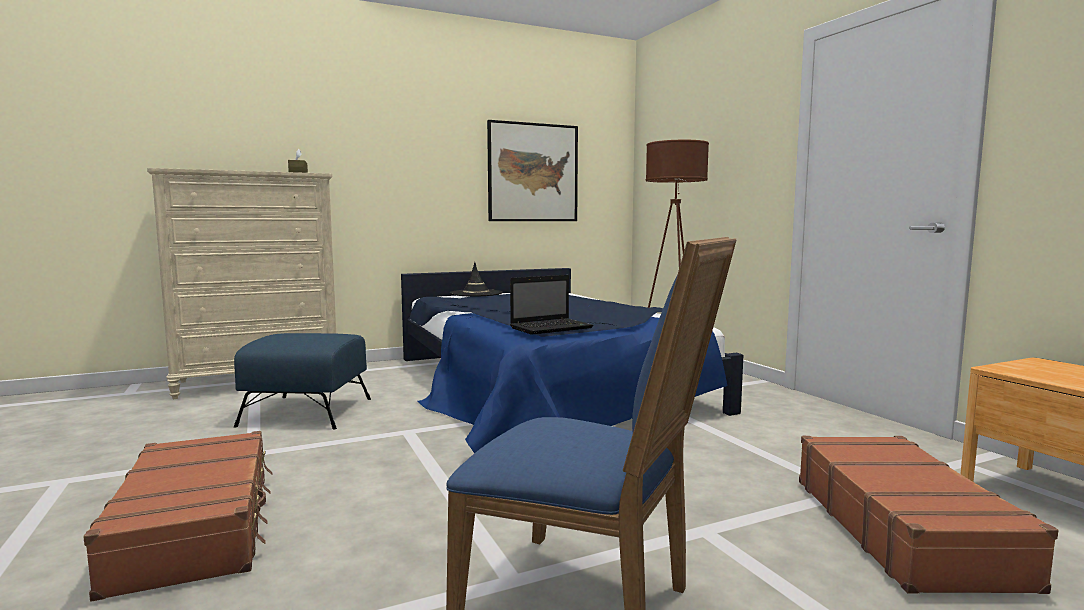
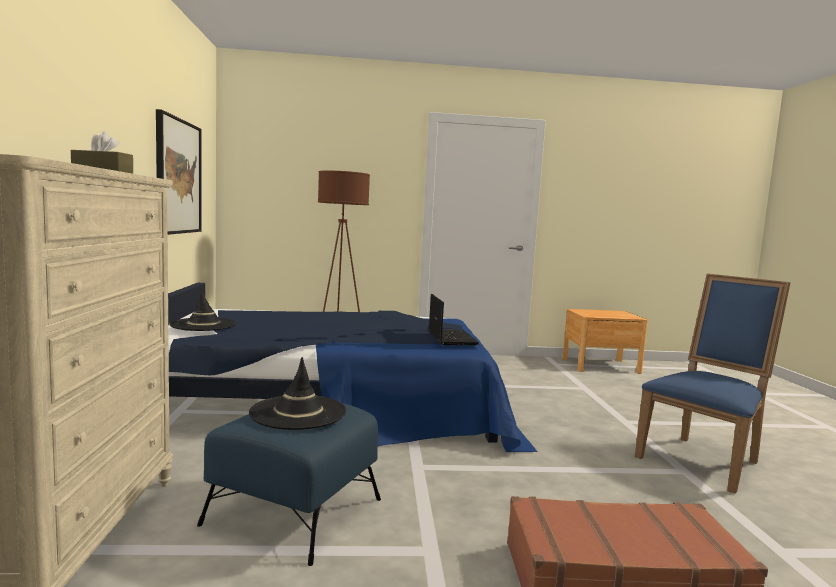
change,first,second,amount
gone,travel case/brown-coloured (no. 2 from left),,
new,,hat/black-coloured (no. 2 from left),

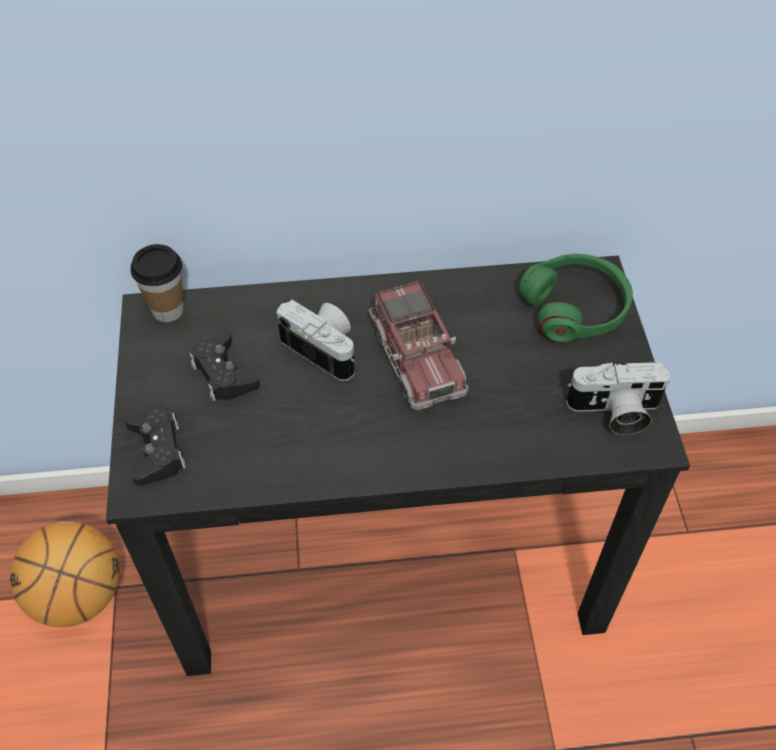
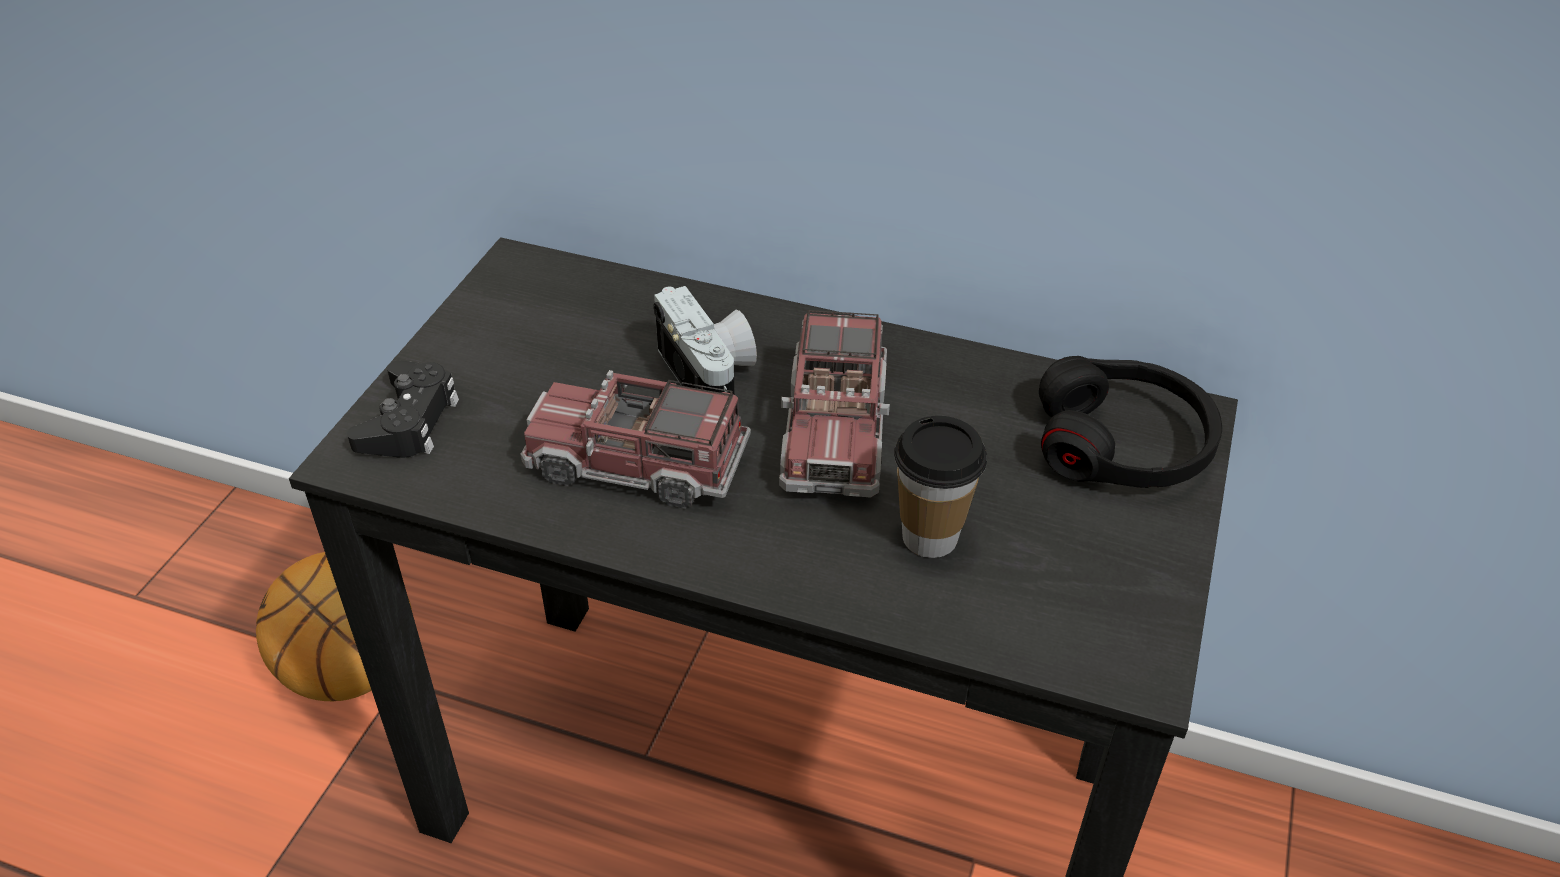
change,first,second,amount
gone,joypad/black-coloured (no. 2 from left),,
gone,still camera (no. 2 from left),,
new,,model truck (no. 1 from left),
shifted,small cup,,
repainted,headphones/green,headphones/black-coloured,

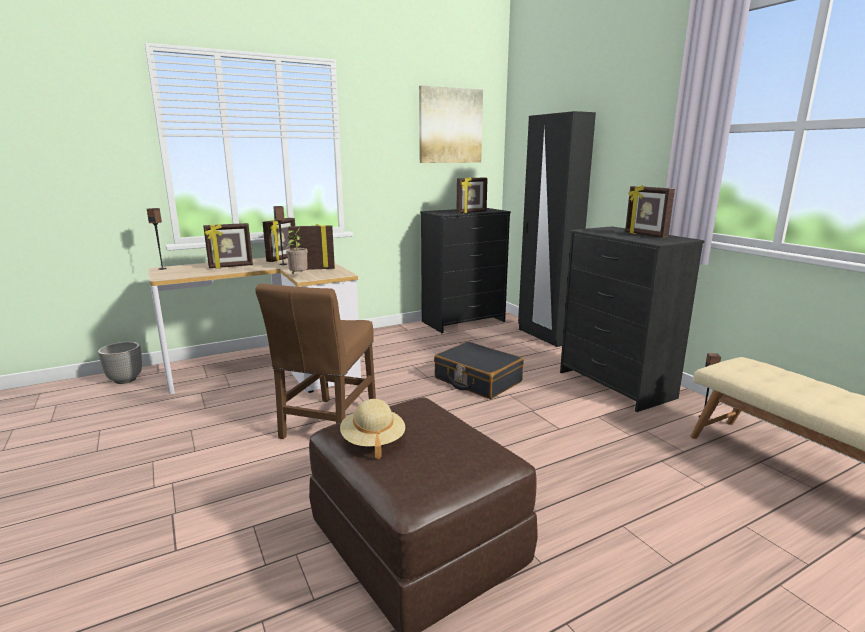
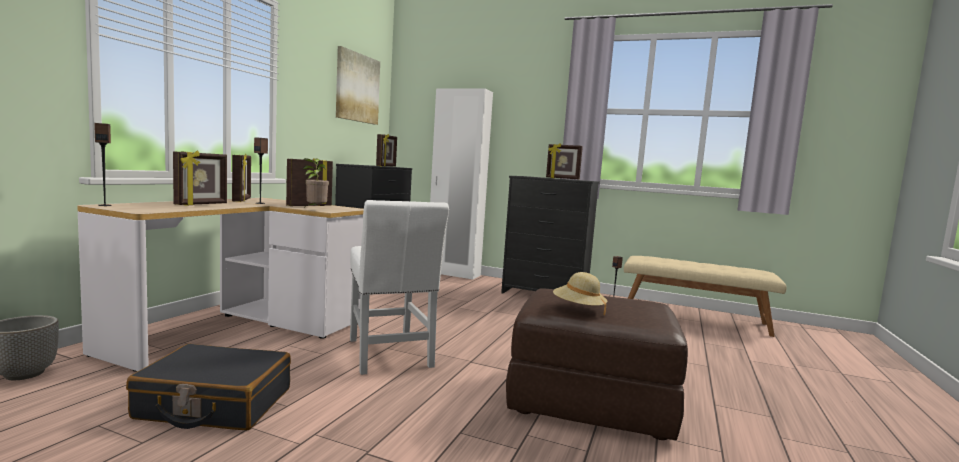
change,first,second,amount
shifted,travel case/black-coloured,,
repainted,upright chair/brown-coloured,upright chair/white-coloured,
repainted,wardrobe/black-coloured,wardrobe/white-coloured,

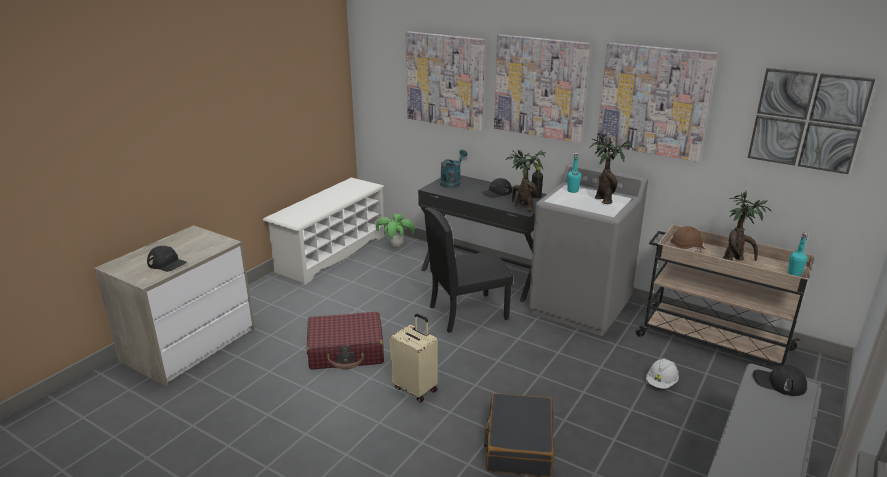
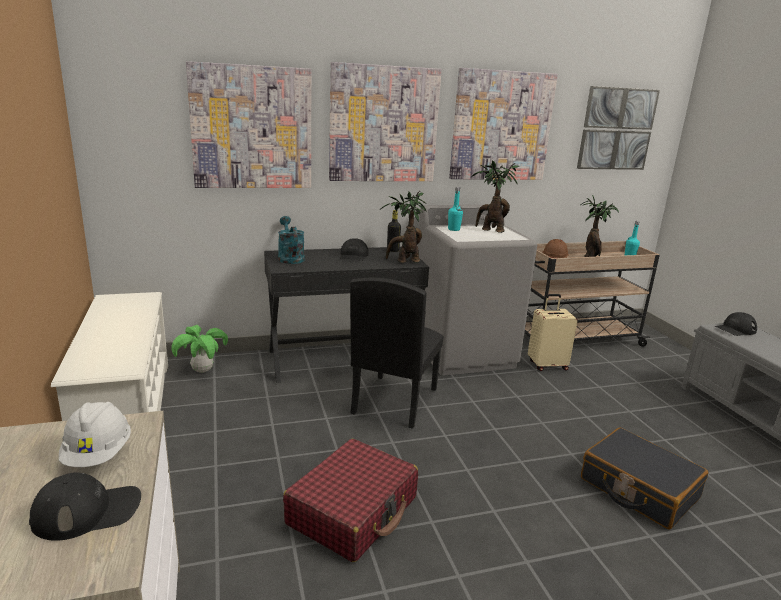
change,first,second,amount
shifted,travel case/beige-coloured,,
shifted,work helmet/white-coloured,,

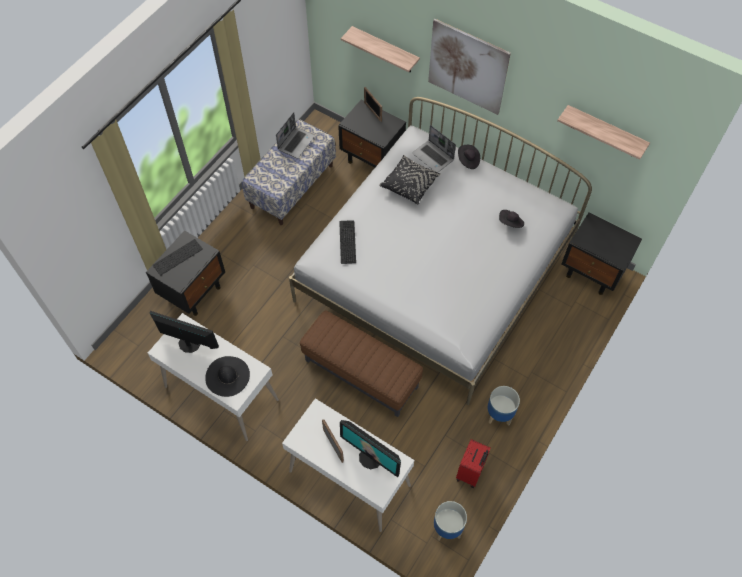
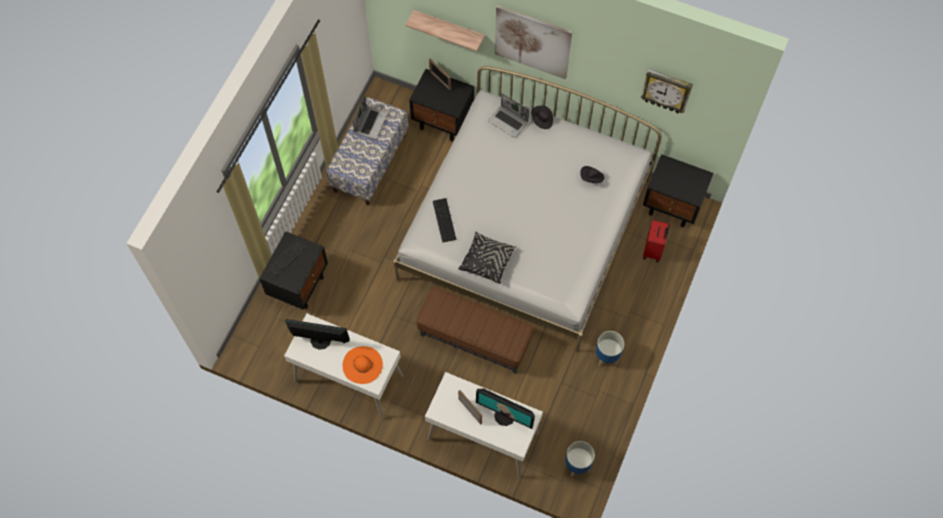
change,first,second,amount
shifted,pillow/black-coloured,,
shifted,travel case/reddish,,
swapped,wall shelf (no. 2 from left),clock on the wall,
repainted,hat/black-coloured (no. 1 from left),hat/orange-coloured,

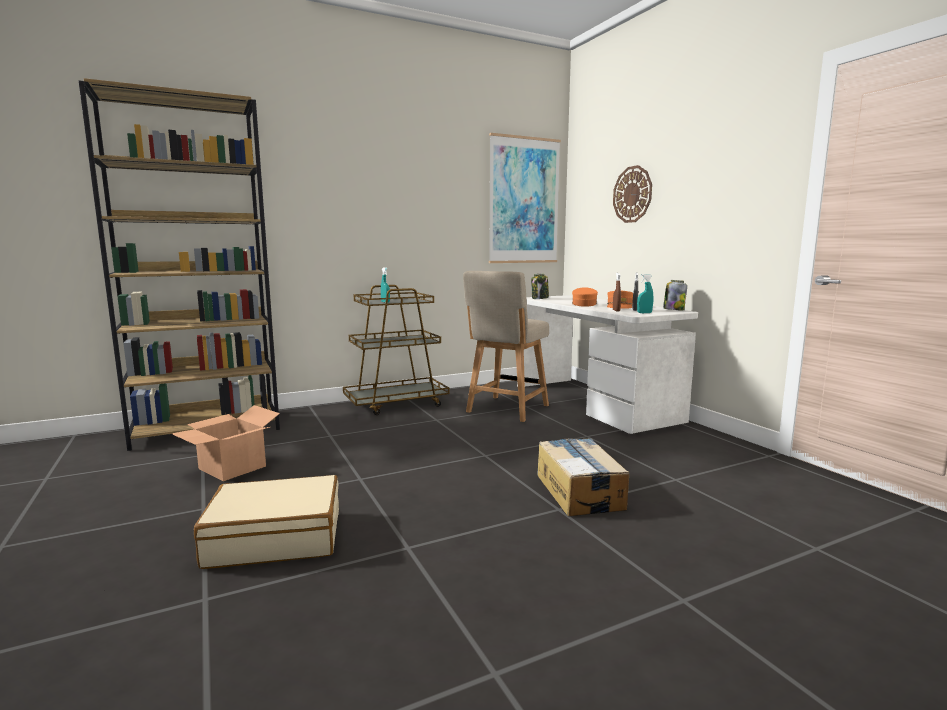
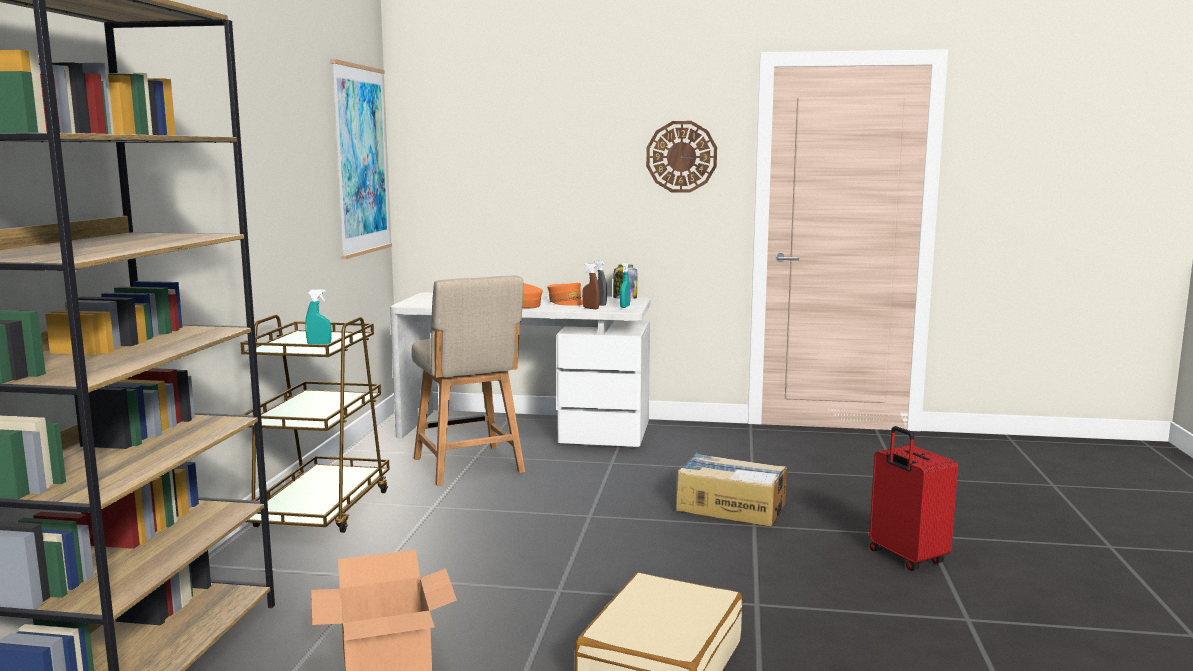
change,first,second,amount
gone,jar (no. 1 from left),,
new,,travel case/reddish,
shifted,clock on the wall,,

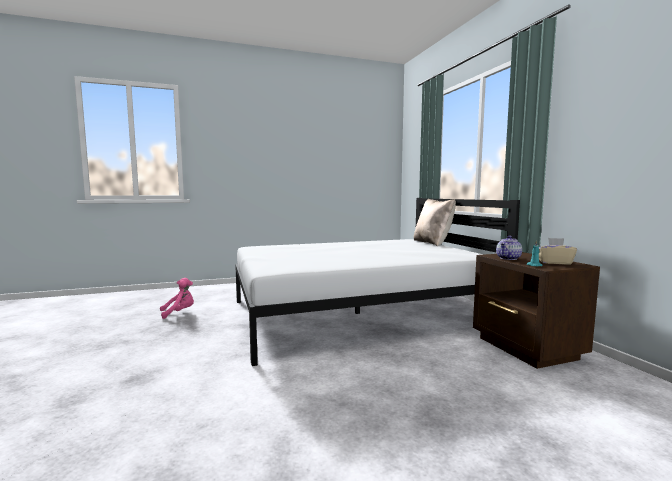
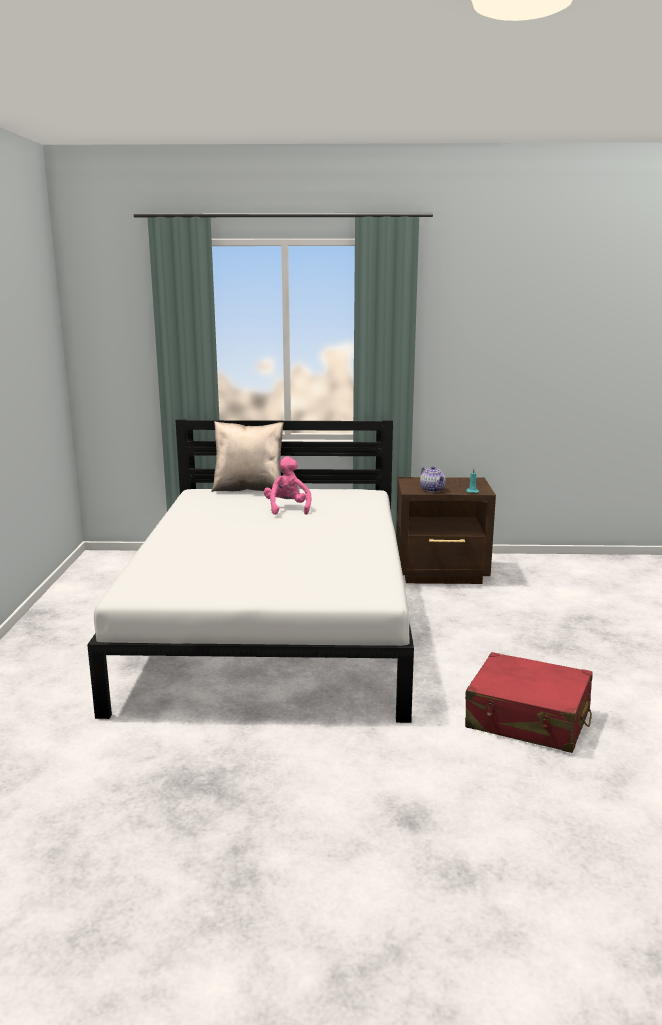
change,first,second,amount
gone,tissue box/beige-coloured,,
new,,travel case/reddish,
shifted,plush toy/pinkish,,

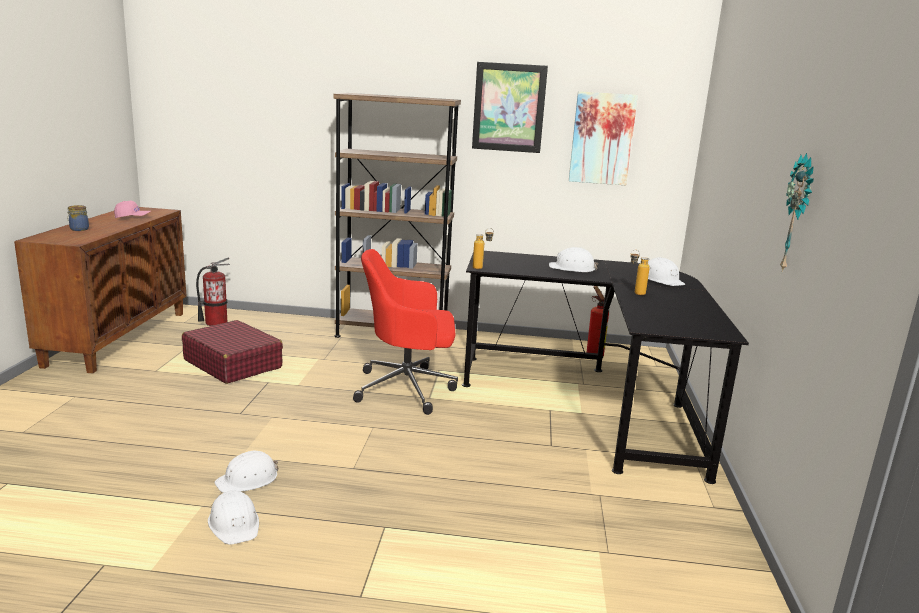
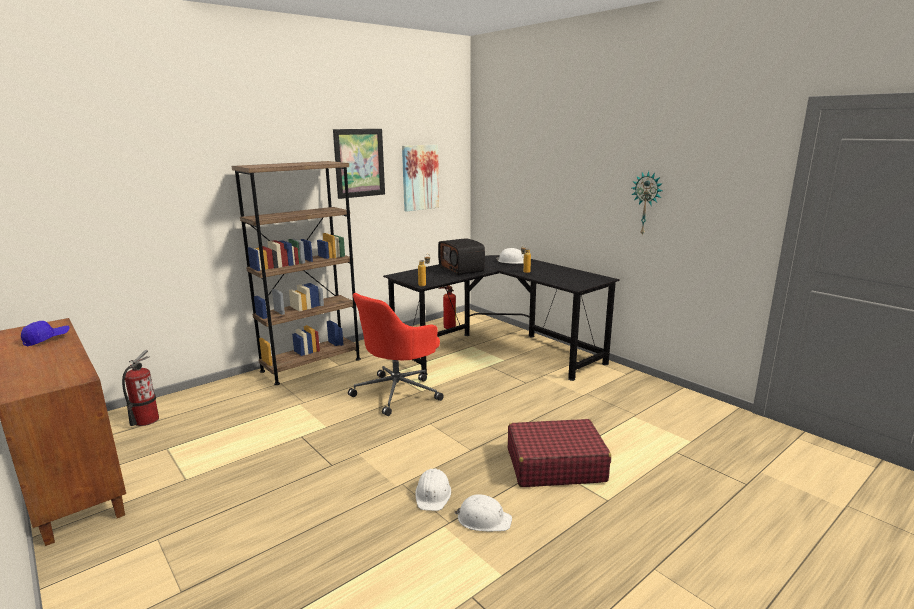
change,first,second,amount
gone,jar,,
shifted,travel case/reddish,,
swapped,work helmet/white-coloured (no. 3 from left),radio set,
repainted,peaked cap/pinkish,peaked cap/blue-coloured,

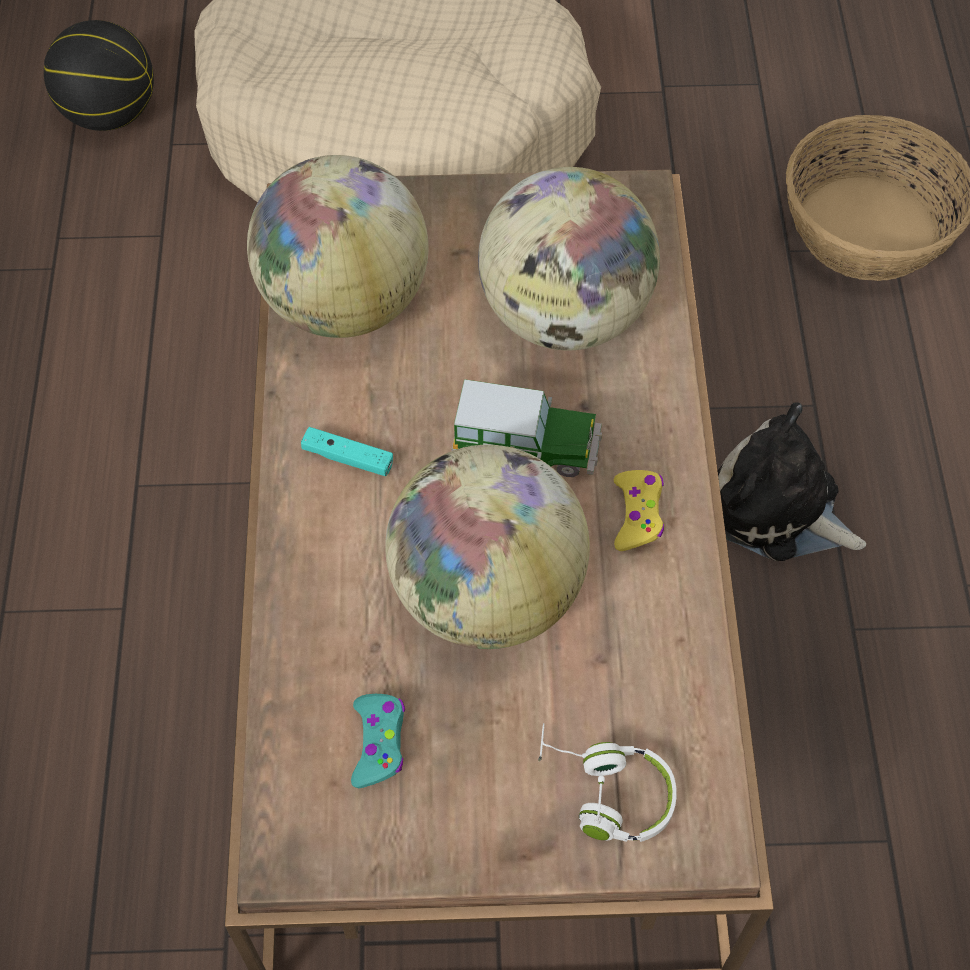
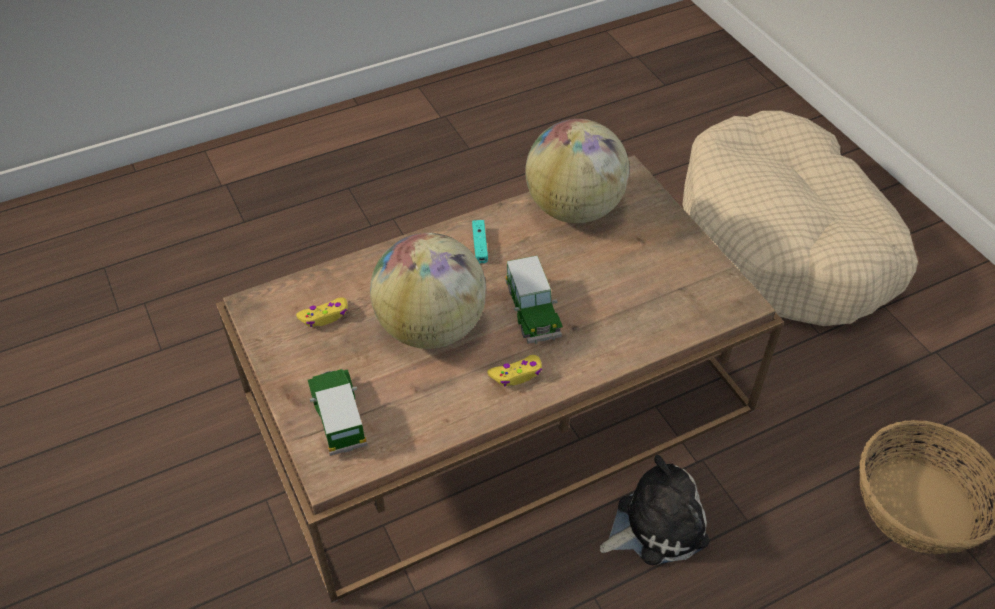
change,first,second,amount
gone,basketball ball,,
gone,world globe (no. 3 from left),,
swapped,headphones/white-coloured,model car (no. 1 from left),
repainted,joypad/turquoise-coloured (no. 2 from left),joypad/yellowish (no. 1 from left),
rotated,plush toy,,60 degrees clockwise

